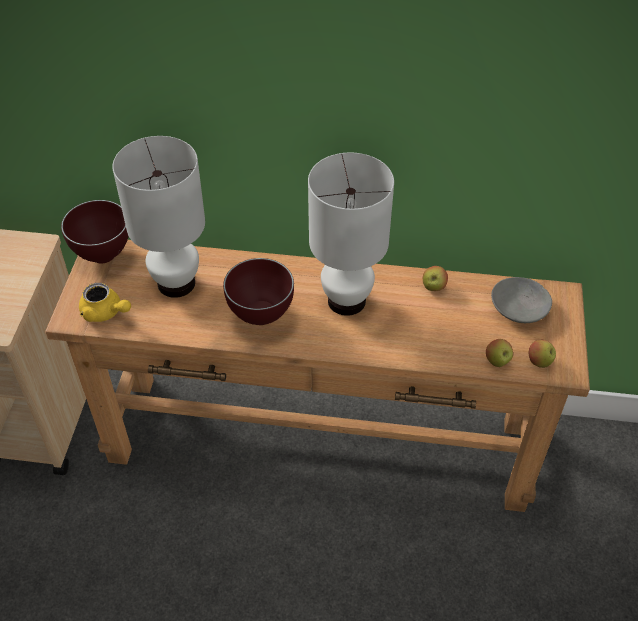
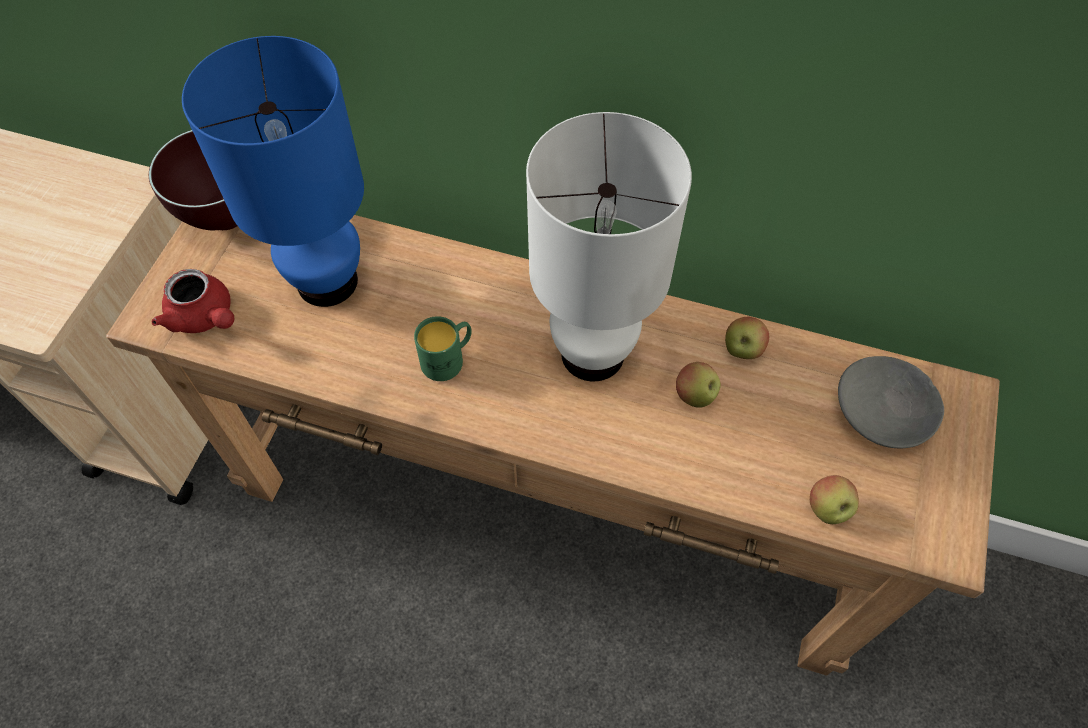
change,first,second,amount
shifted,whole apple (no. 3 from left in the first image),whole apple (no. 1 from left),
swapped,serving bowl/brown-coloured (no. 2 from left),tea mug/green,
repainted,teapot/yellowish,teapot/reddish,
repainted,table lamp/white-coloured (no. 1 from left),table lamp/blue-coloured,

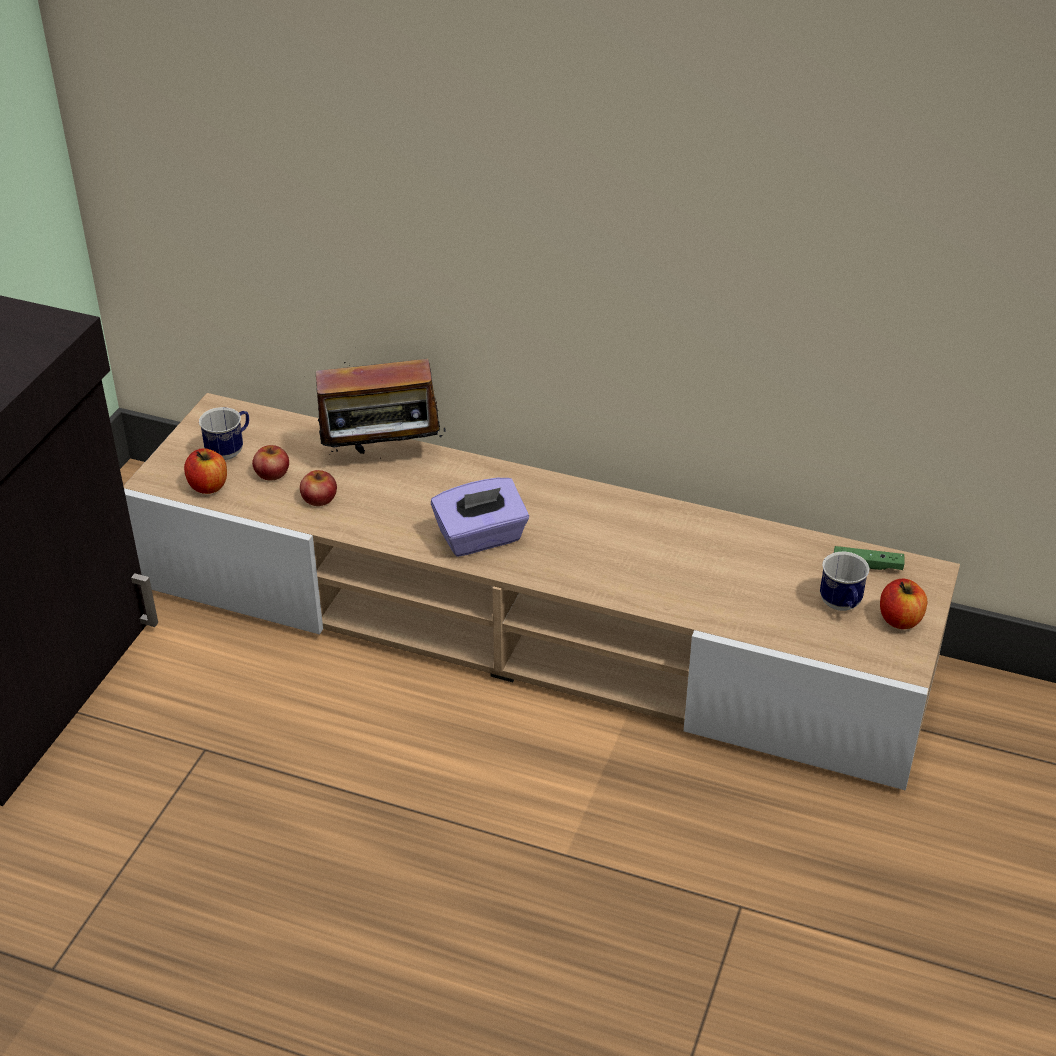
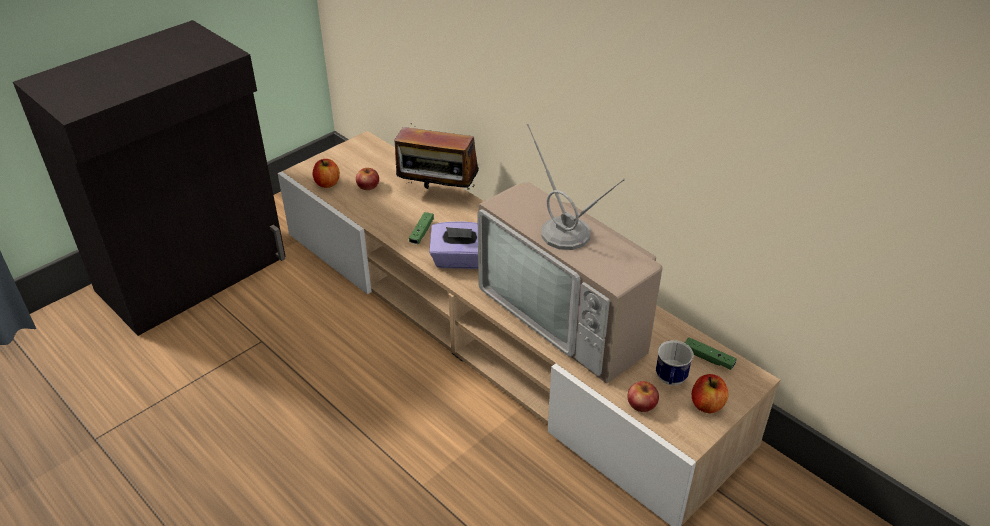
change,first,second,amount
gone,tea mug (no. 1 from left),,
new,,joypad/green (no. 1 from left),
new,,TV set,
shifted,whole apple (no. 3 from left),,

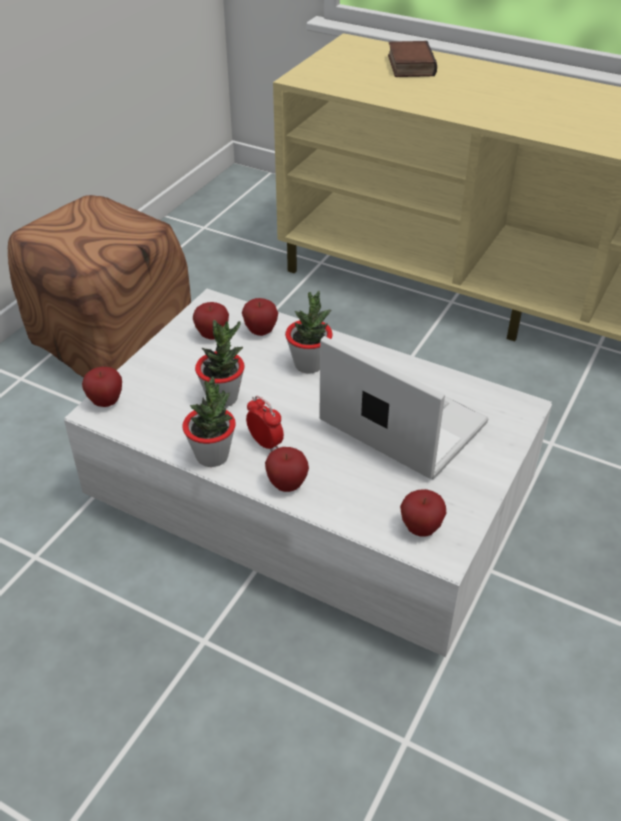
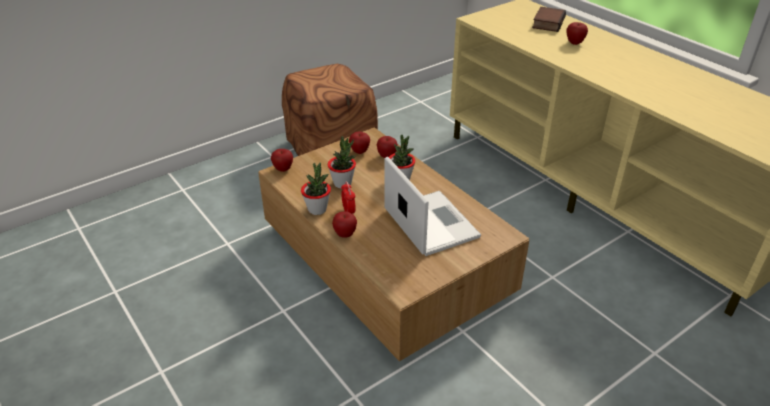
change,first,second,amount
shifted,whole apple (no. 5 from left),,
repainted,coffee table/white-coloured,coffee table/brown-coloured,

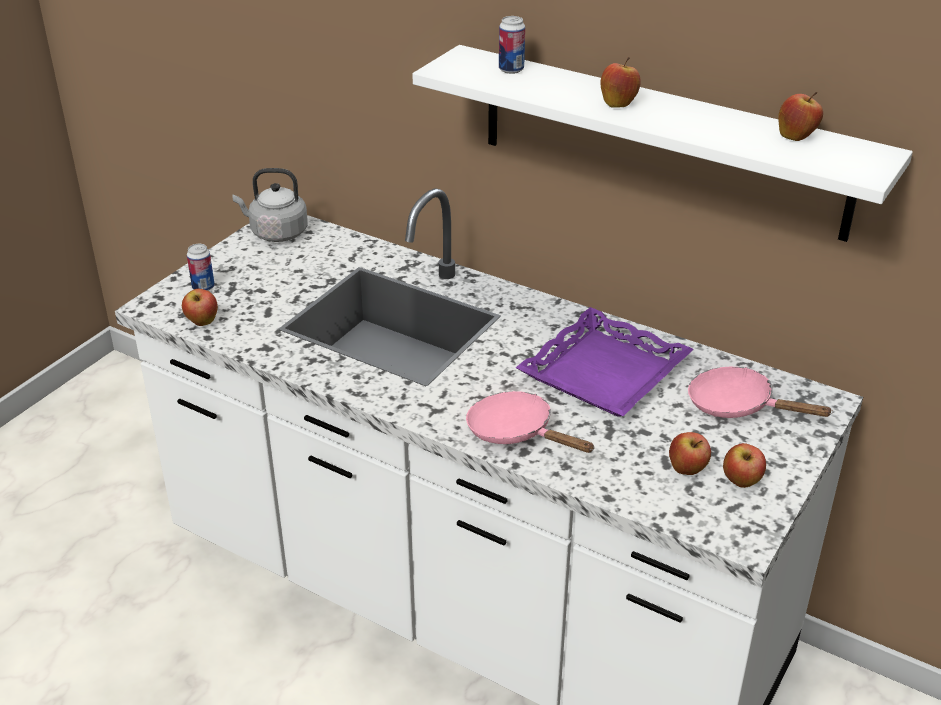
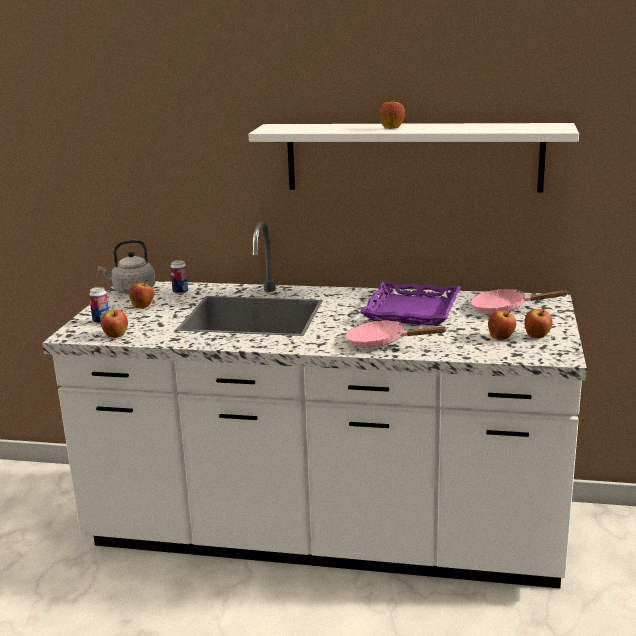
change,first,second,amount
shifted,sealed can (no. 2 from left),,
shifted,whole apple (no. 5 from left in the first image),whole apple (no. 2 from left),

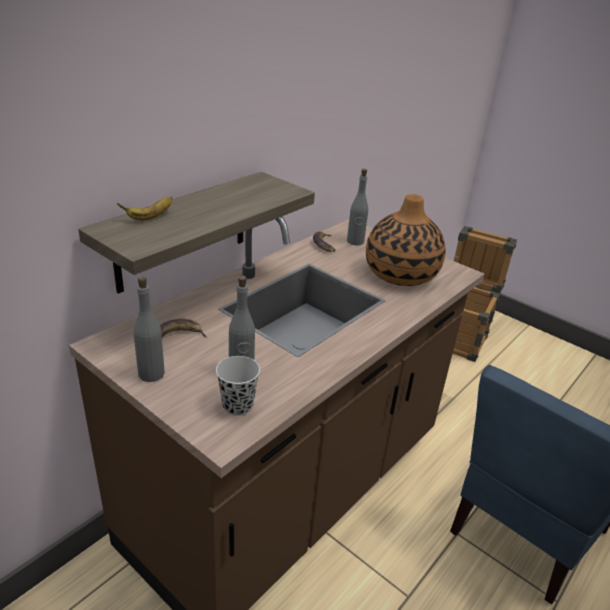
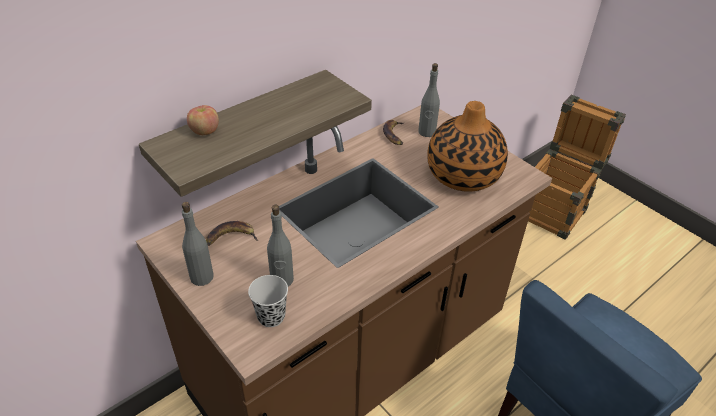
change,first,second,amount
swapped,whole banana (no. 1 from left),whole apple,

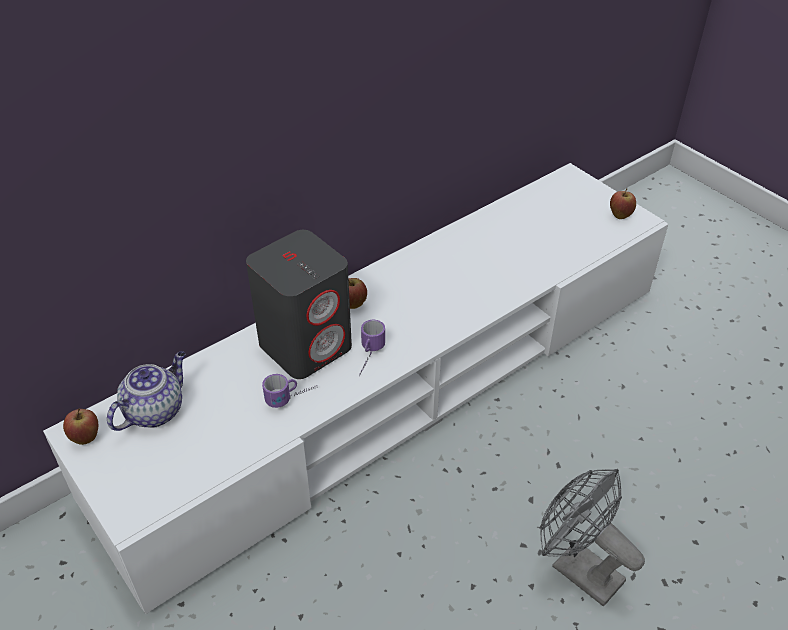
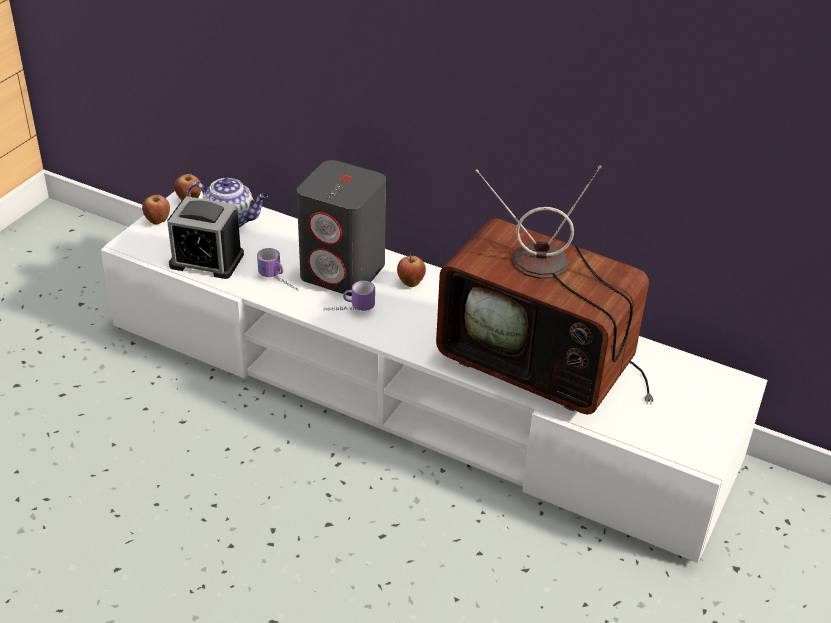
change,first,second,amount
gone,electric fan/greyish,,
new,,table clock,
new,,TV set,
shifted,whole apple (no. 3 from left in the first image),whole apple (no. 1 from left),

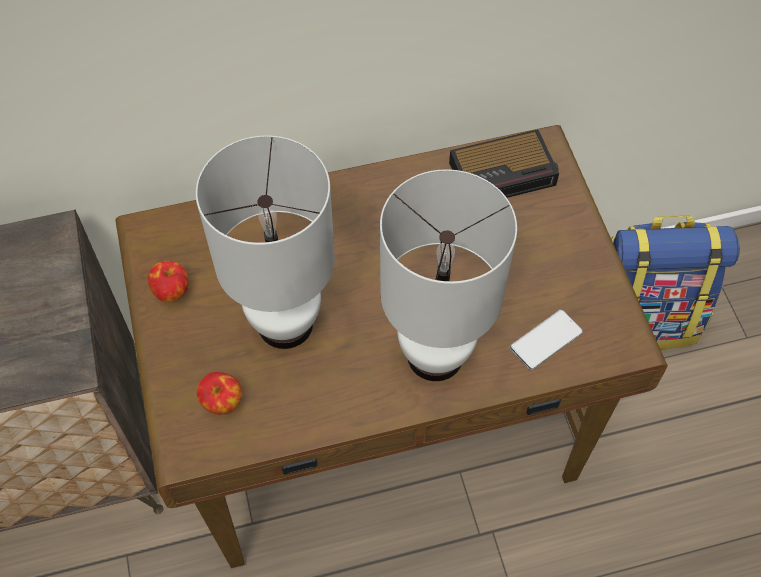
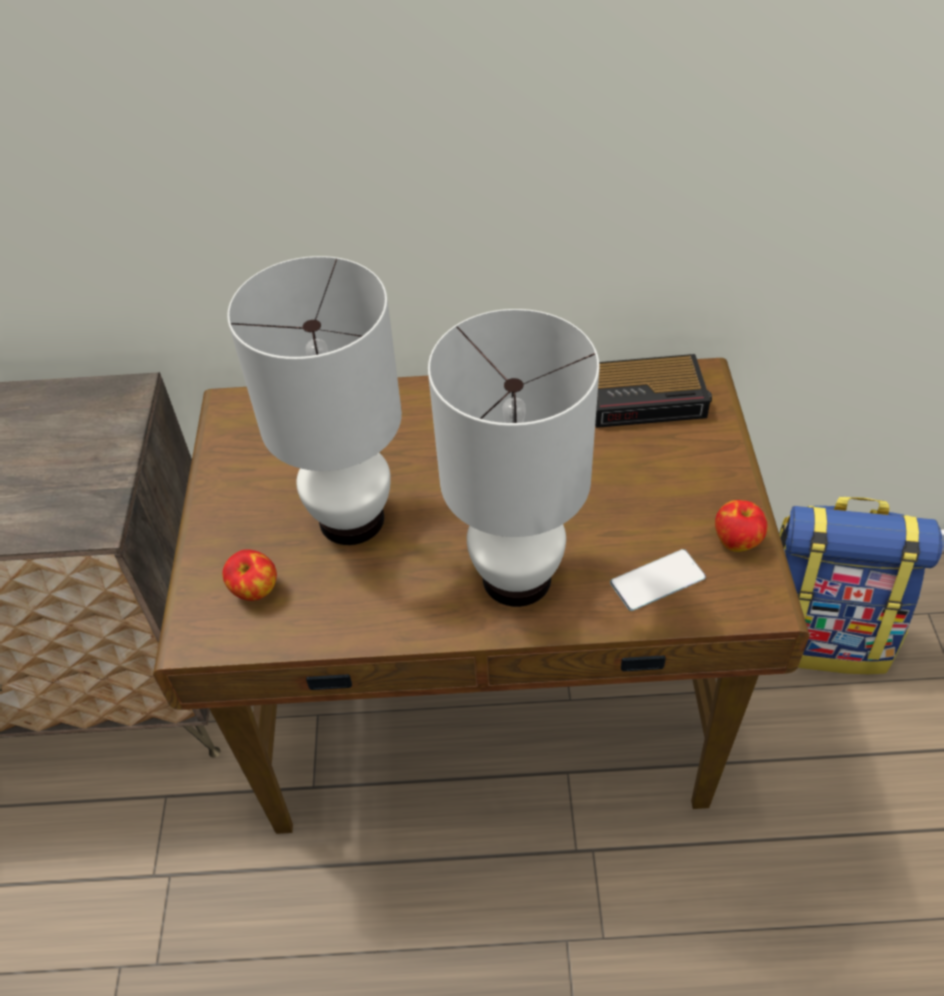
change,first,second,amount
shifted,whole apple (no. 1 from left in the first image),whole apple (no. 2 from left),

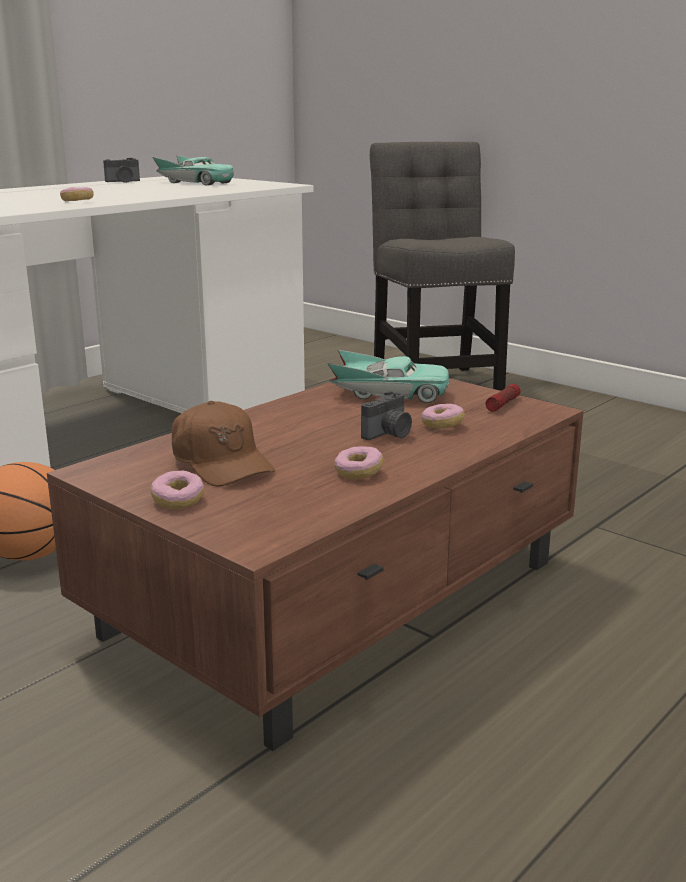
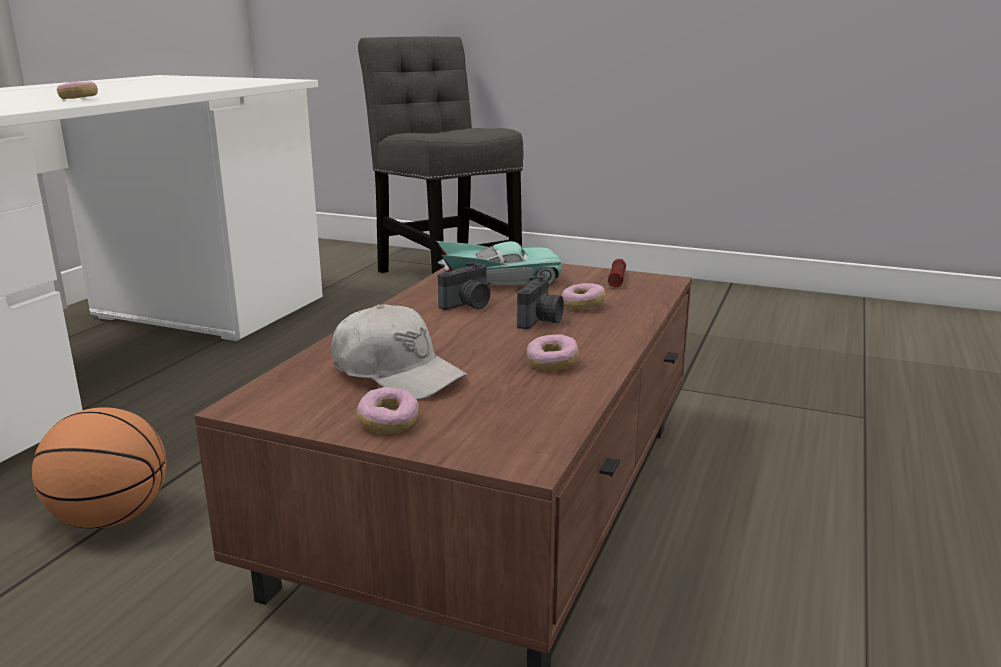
change,first,second,amount
gone,model car/turquoise-coloured (no. 1 from left),,
shifted,still camera (no. 1 from left),,
repainted,peaked cap/brown-coloured,peaked cap/white-coloured,

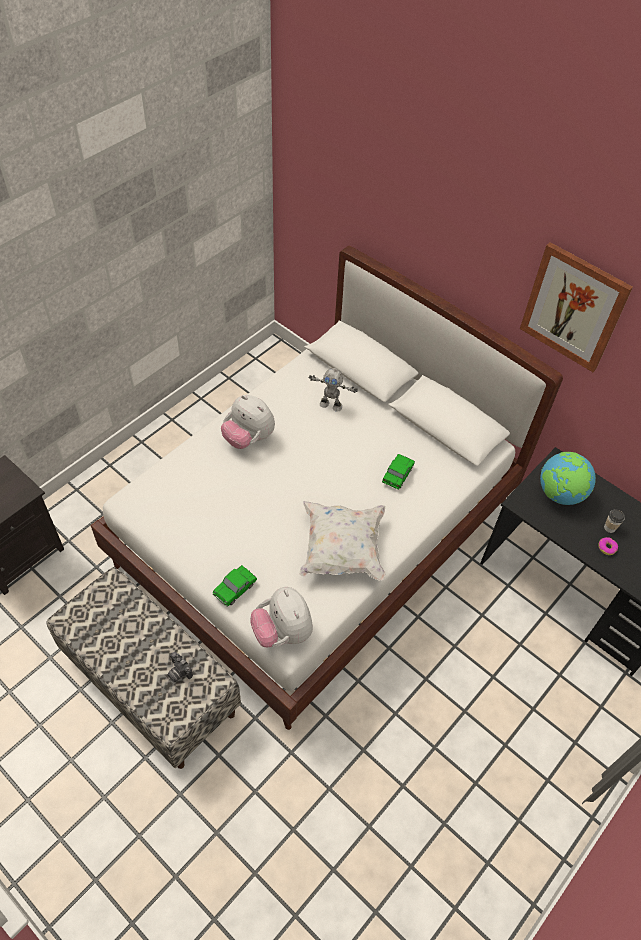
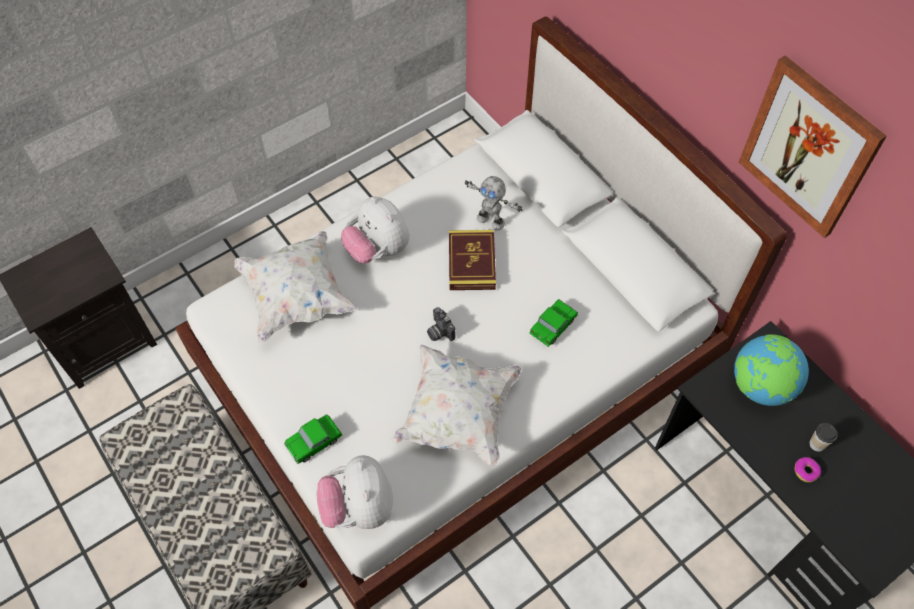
change,first,second,amount
new,,pillow/white-coloured (no. 1 from left),
new,,bound book,
shifted,still camera,,

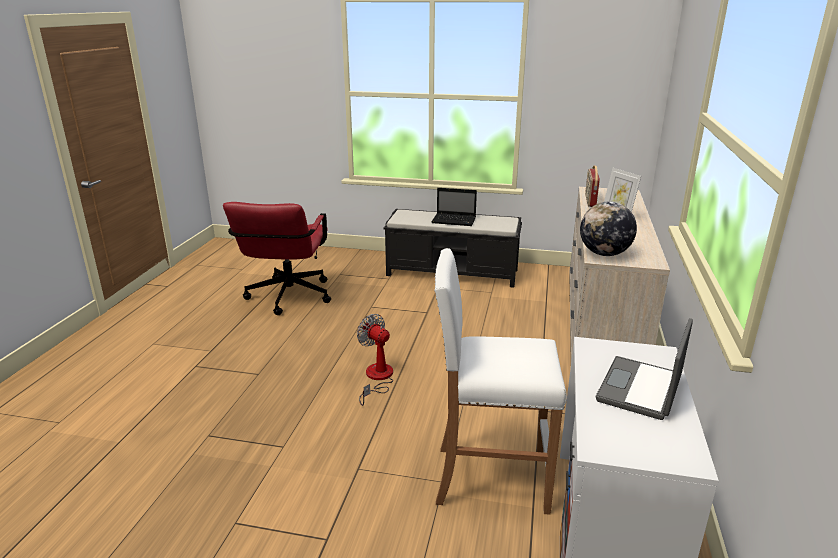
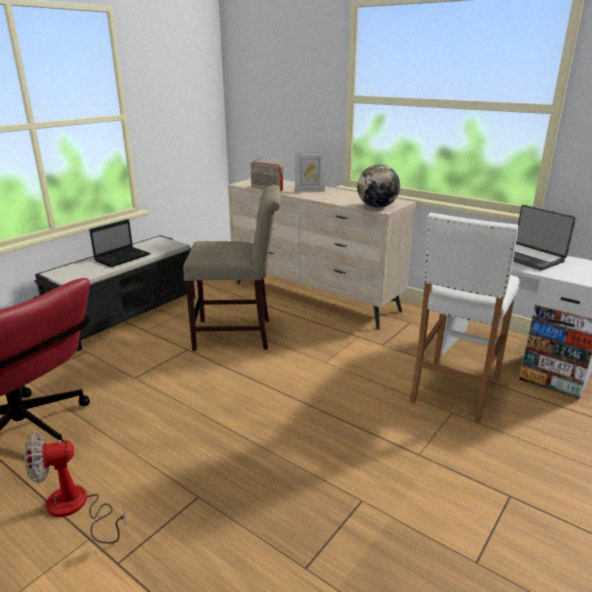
change,first,second,amount
new,,upright chair/beige-coloured,
shifted,electric fan,,

